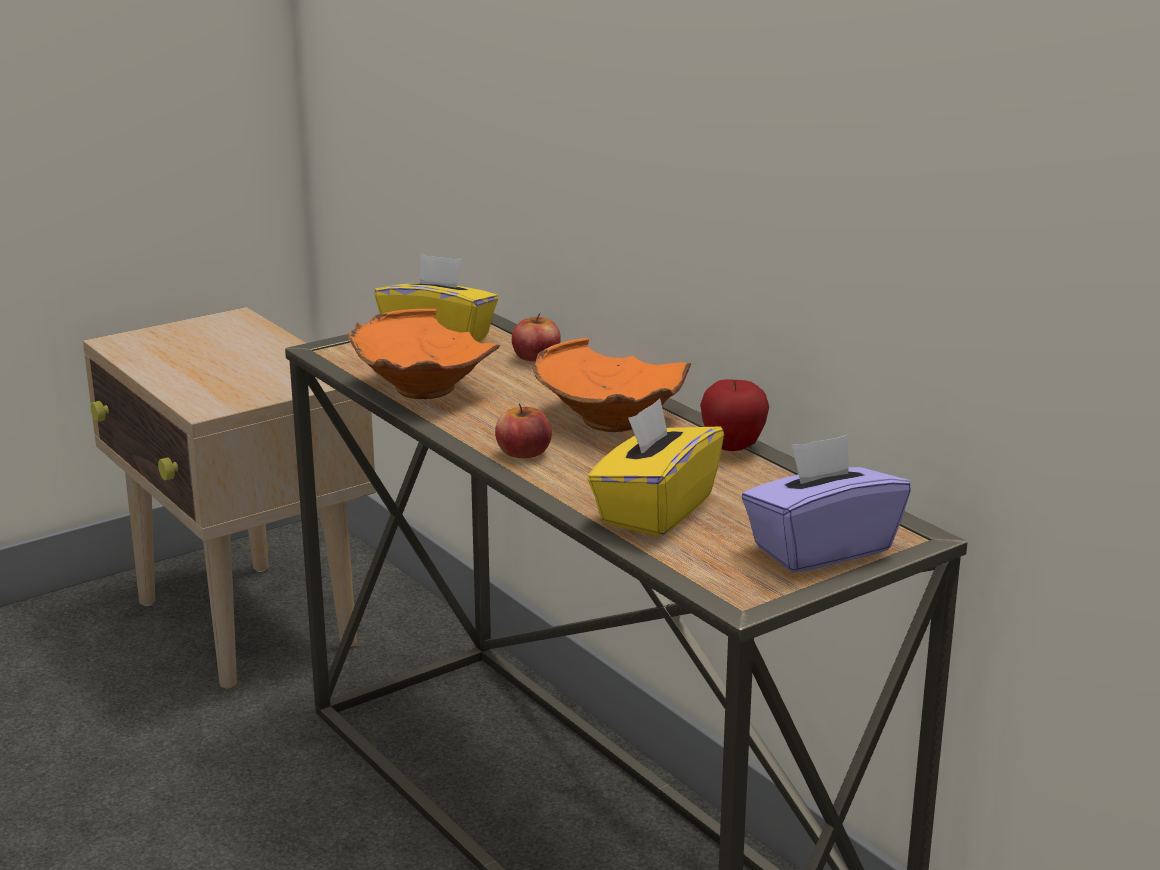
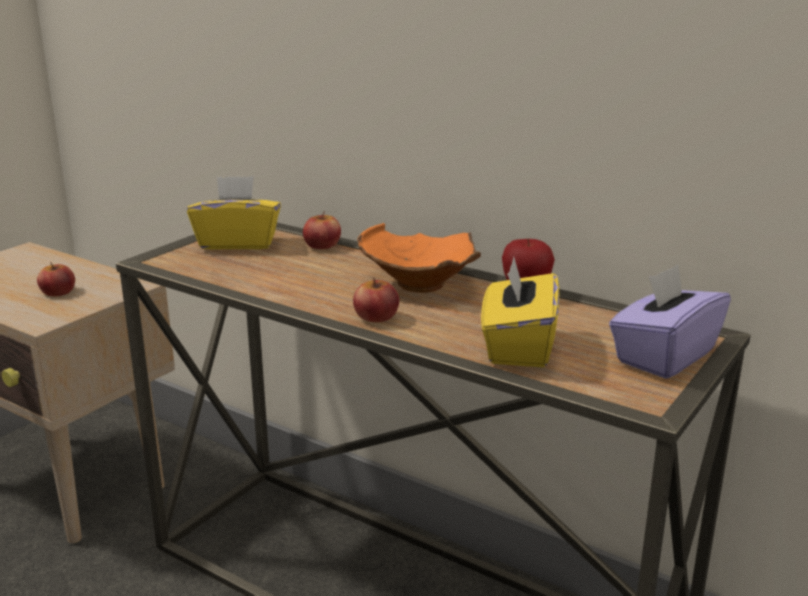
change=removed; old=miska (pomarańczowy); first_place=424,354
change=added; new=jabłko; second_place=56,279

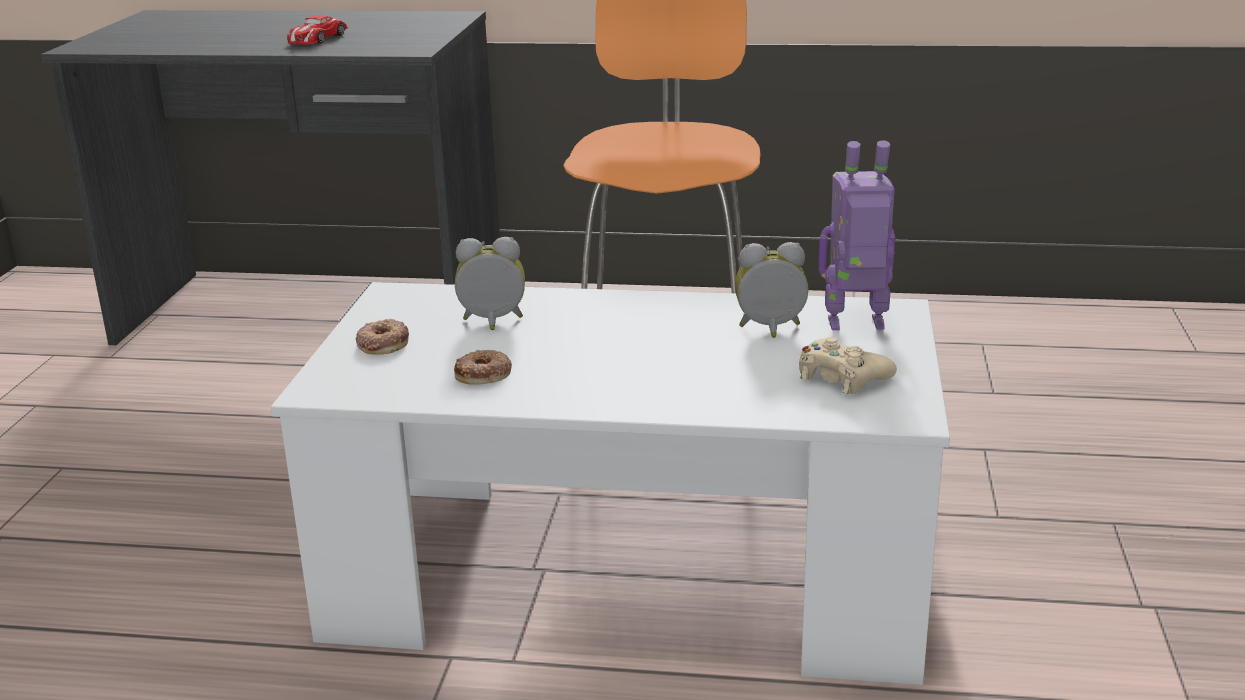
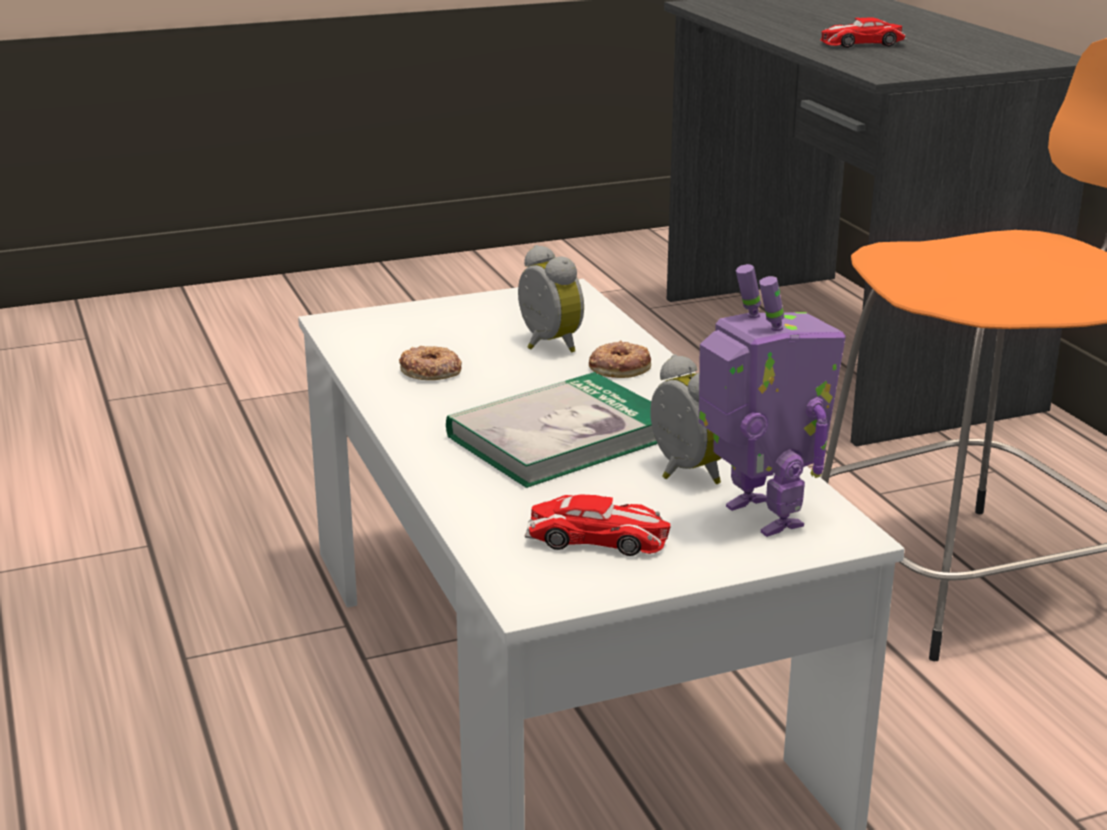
change=moved; old=donut; first_place=382,337; second_place=620,359
change=replaced; old=pad do gier (beżowy); new=samochodzik; first_place=848,365; second_place=598,525
change=added; new=książka; second_place=552,430

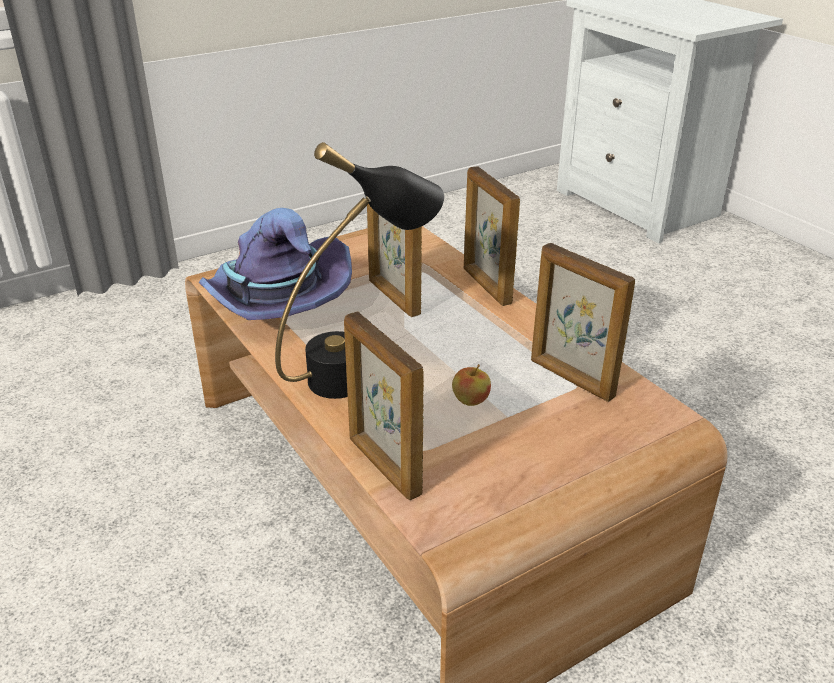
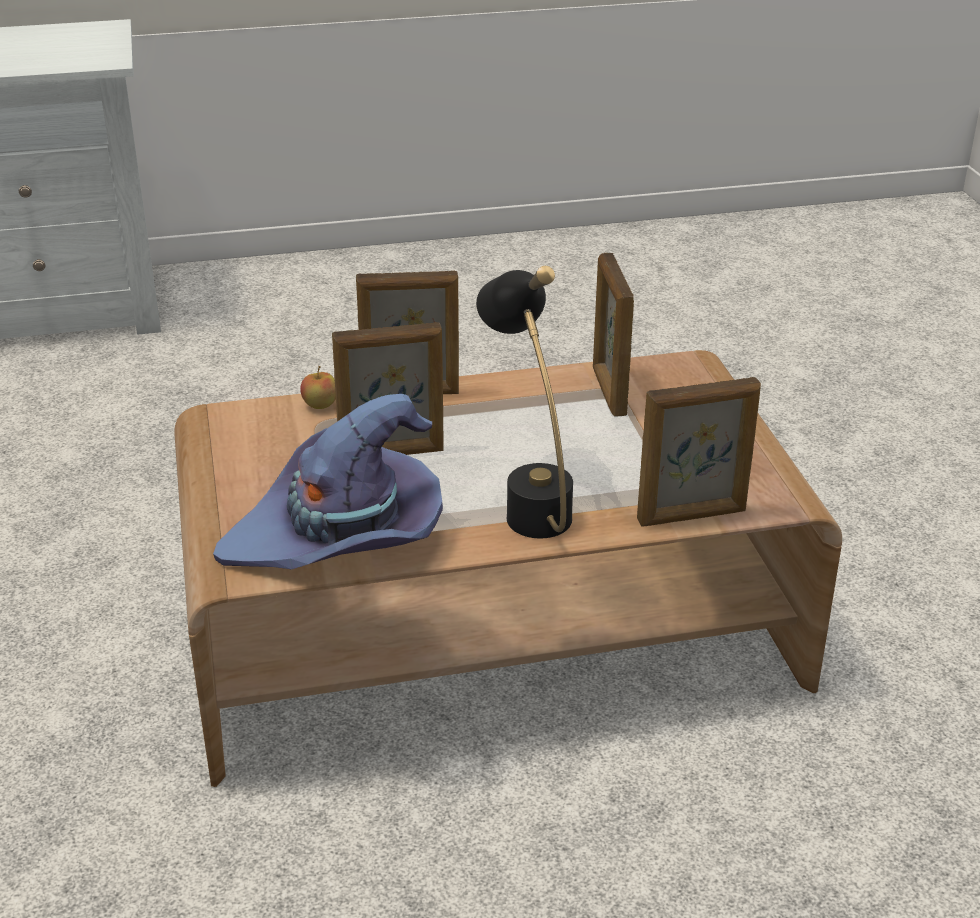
change=moved; old=jabłko; first_place=471,385; second_place=318,387
change=turned; old=ramka na zdjęcie; first_place=583,322; second_place=613,335; degrees=105

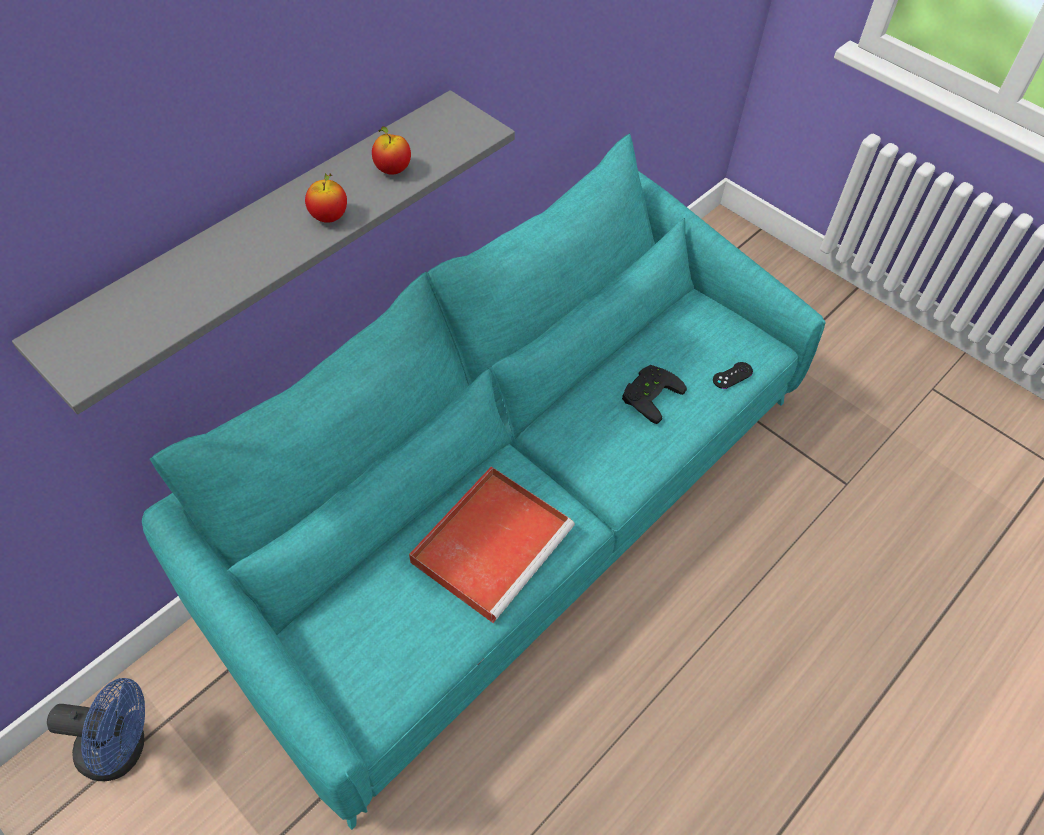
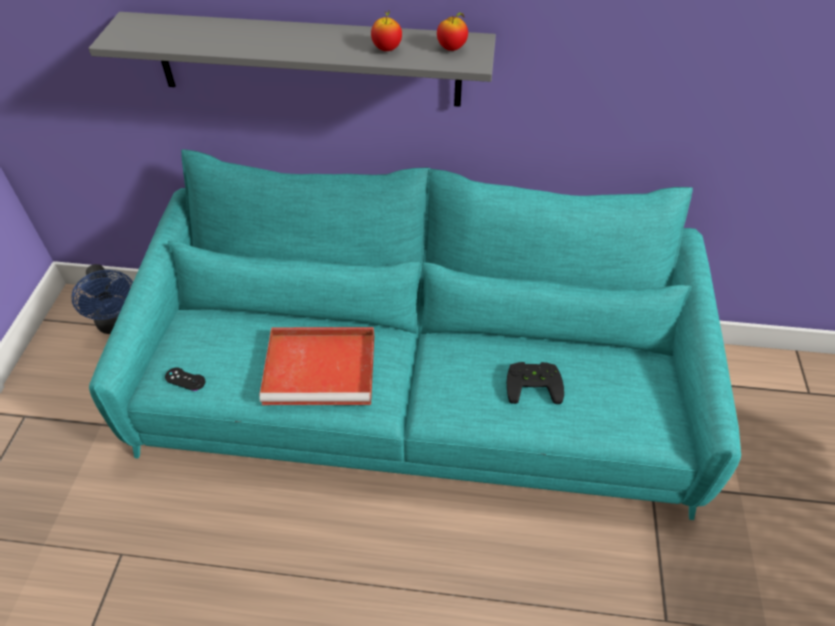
change=moved; old=jabłko; first_place=326,198; second_place=452,31
change=moved; old=pad do gier (czarny); first_place=733,375; second_place=185,379

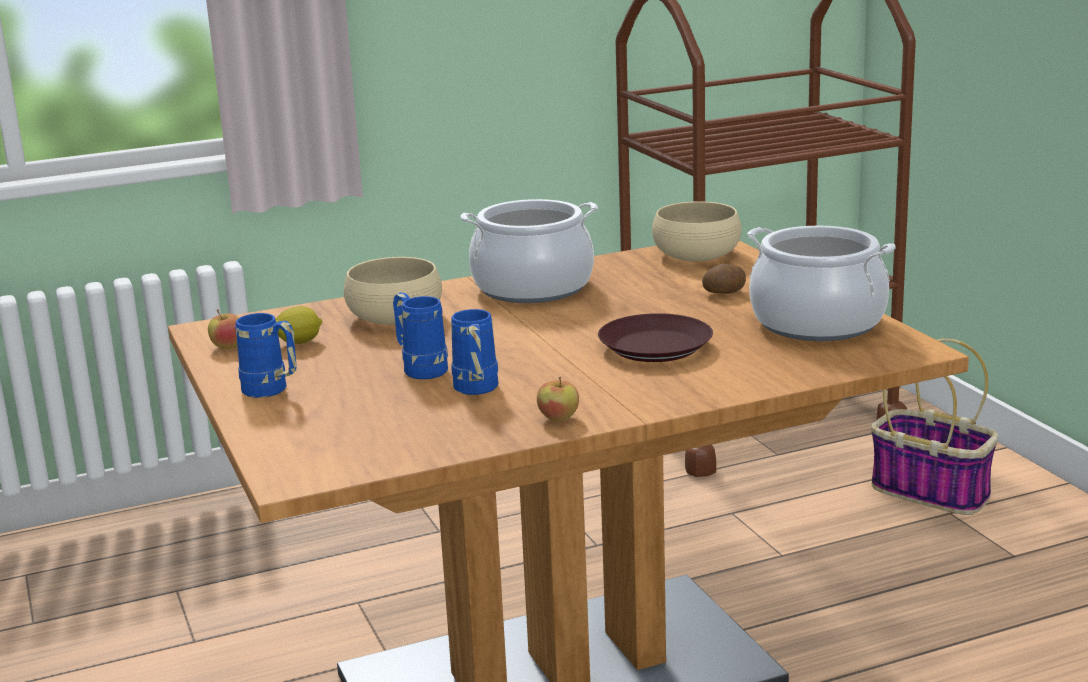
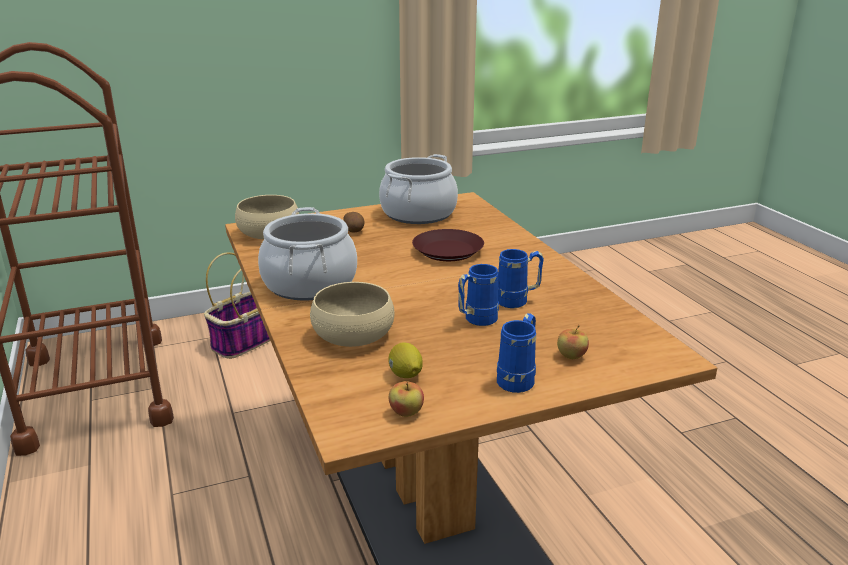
change=moved; old=jabłko; first_place=558,399; second_place=573,342

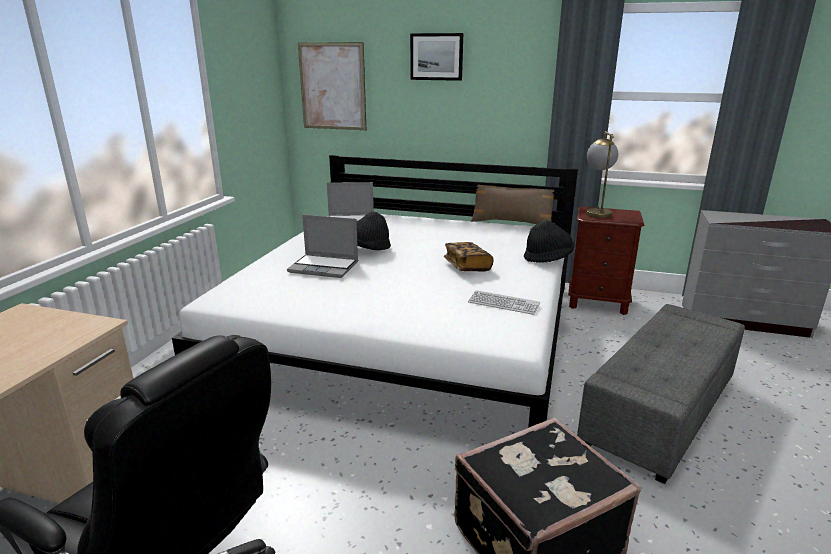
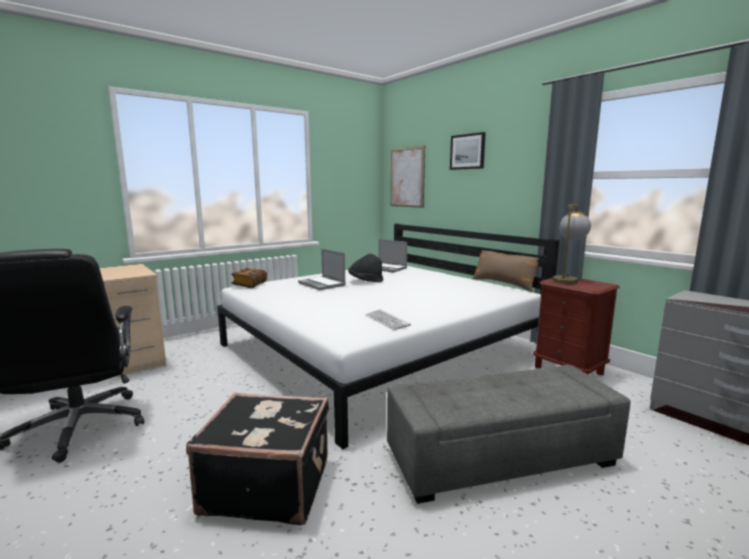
change=moved; old=książka; first_place=469,257; second_place=249,278
change=removed; old=kapelusz (czarny); first_place=549,241

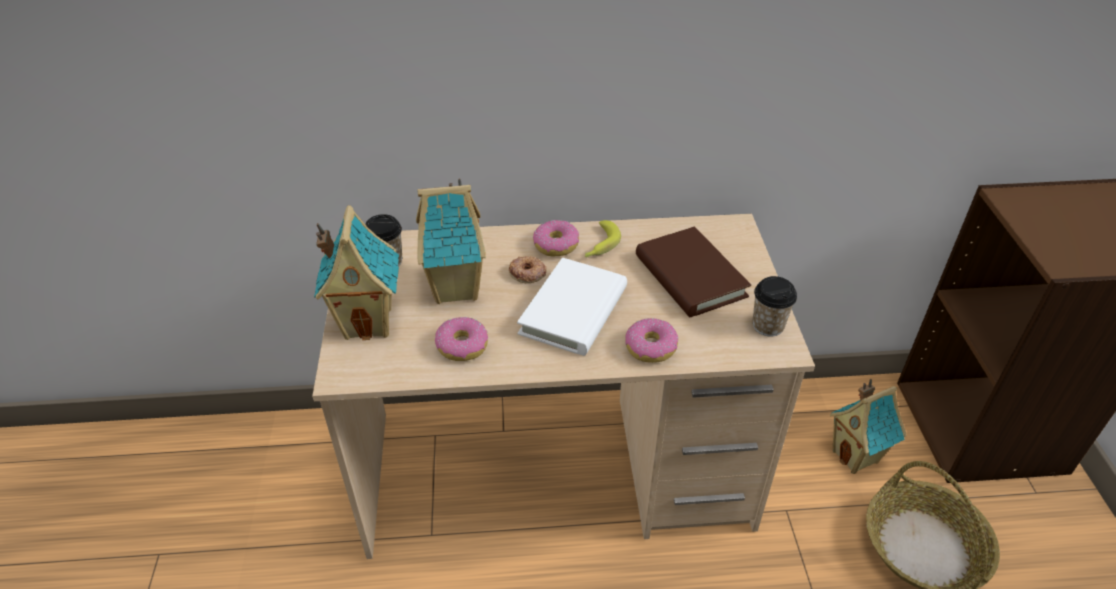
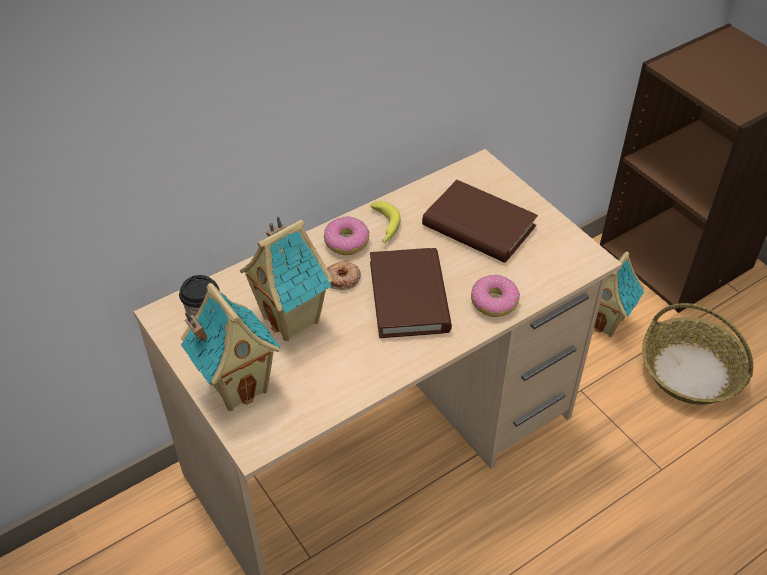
change=removed; old=donut; first_place=461,339
change=recoloured; old=książka (biały); new=książka (brązowy); first_place=572,307; second_place=411,293
change=removed; old=filiżanka; first_place=774,306

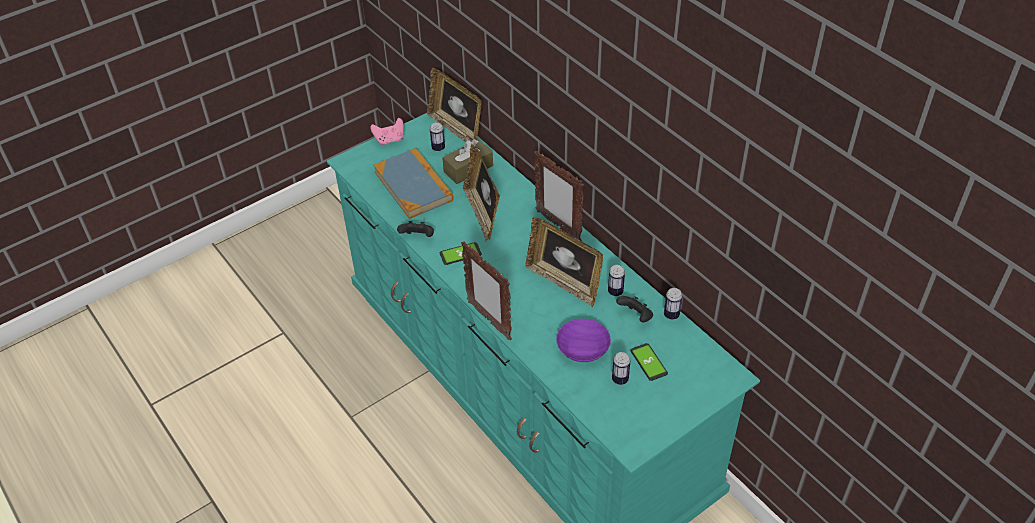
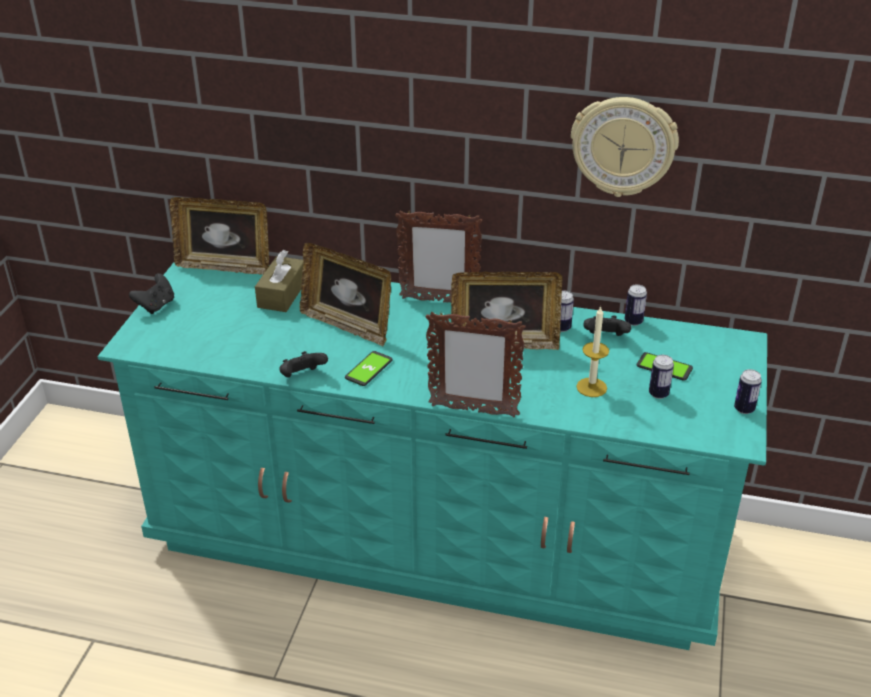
change=recoloured; old=pad do gier (różowy); new=pad do gier (czarny); first_place=387,131; second_place=151,293
change=removed; old=książka; first_place=413,183
change=moved; old=puszka; first_place=437,137; second_place=748,391
change=replaced; old=miska (fioletowy); new=świeca; first_place=583,340; second_place=592,351
change=added; new=zegar ścienny; second_place=625,147

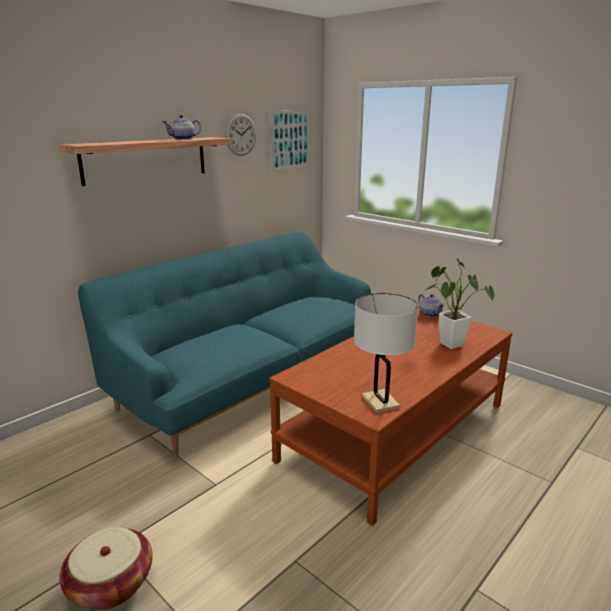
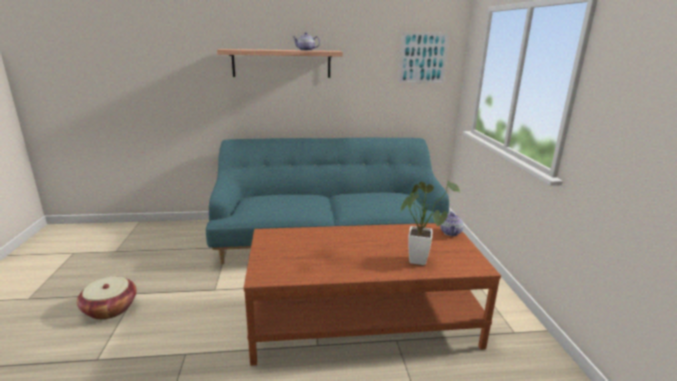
change=removed; old=zegar ścienny; first_place=240,134
change=removed; old=lampa stołowa (biały); first_place=386,353

